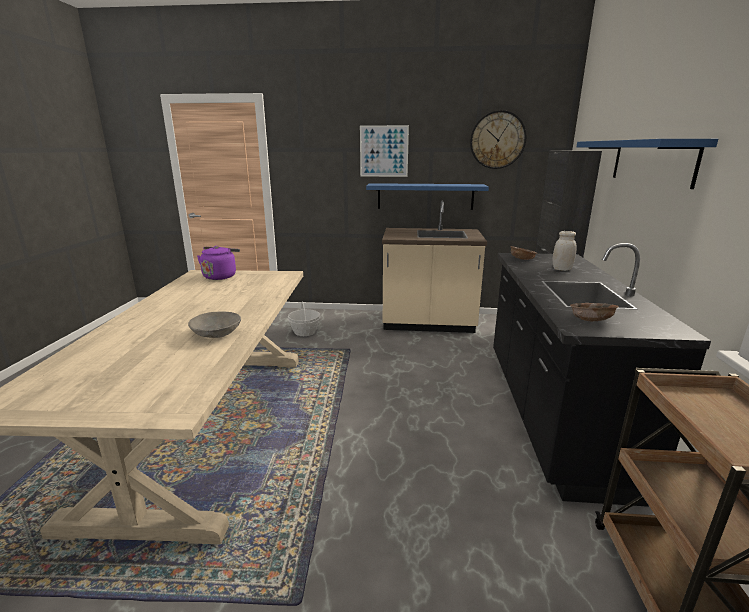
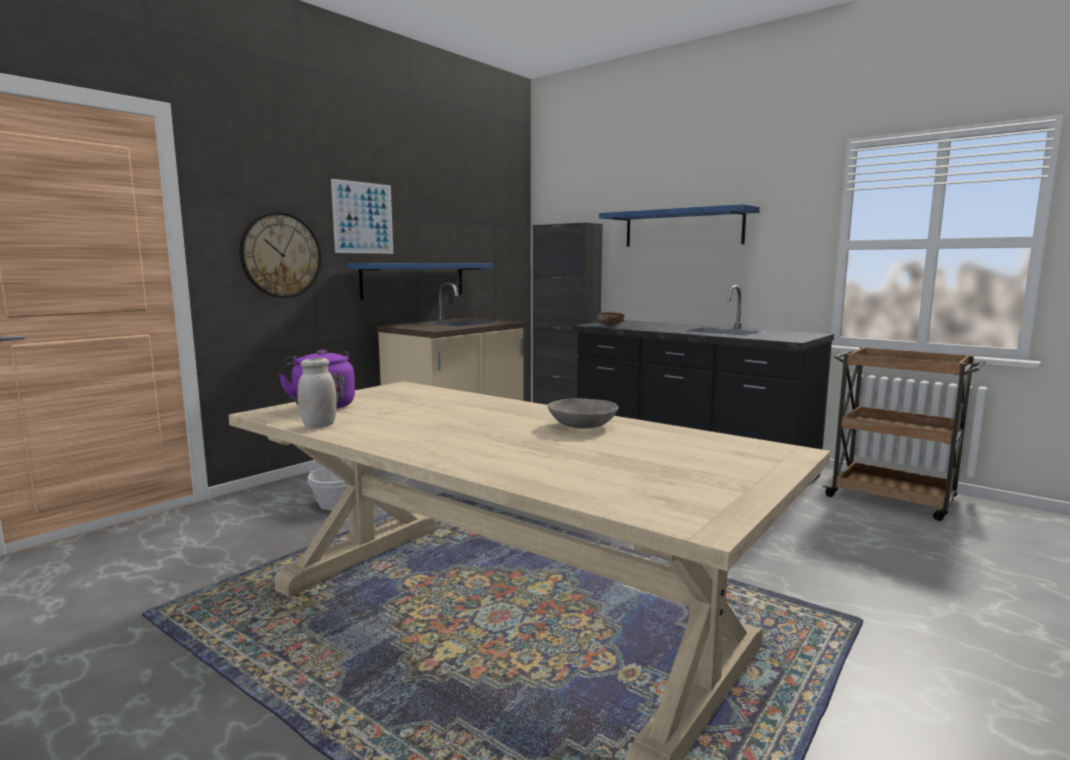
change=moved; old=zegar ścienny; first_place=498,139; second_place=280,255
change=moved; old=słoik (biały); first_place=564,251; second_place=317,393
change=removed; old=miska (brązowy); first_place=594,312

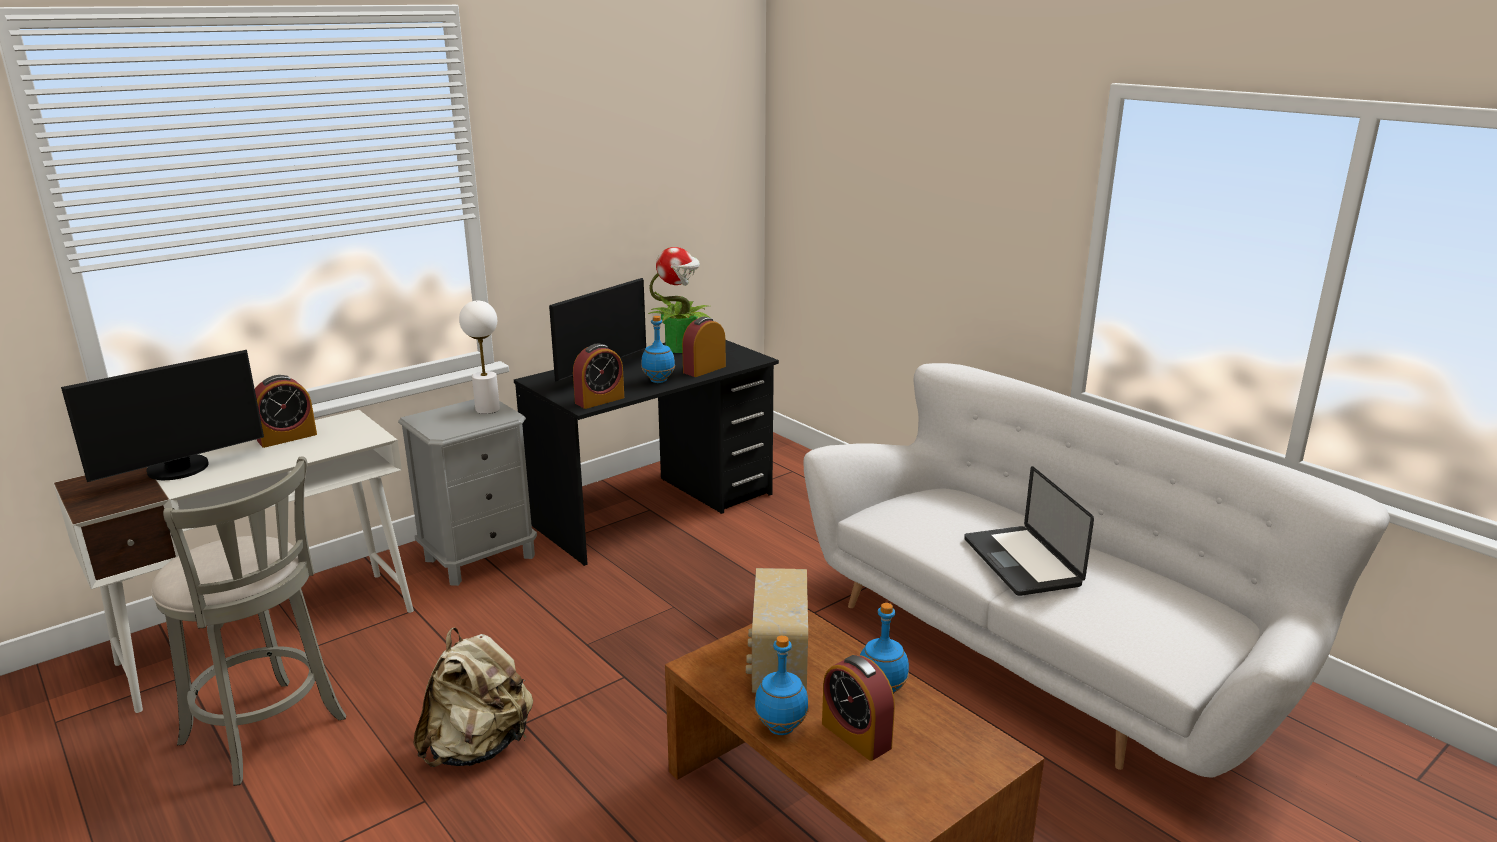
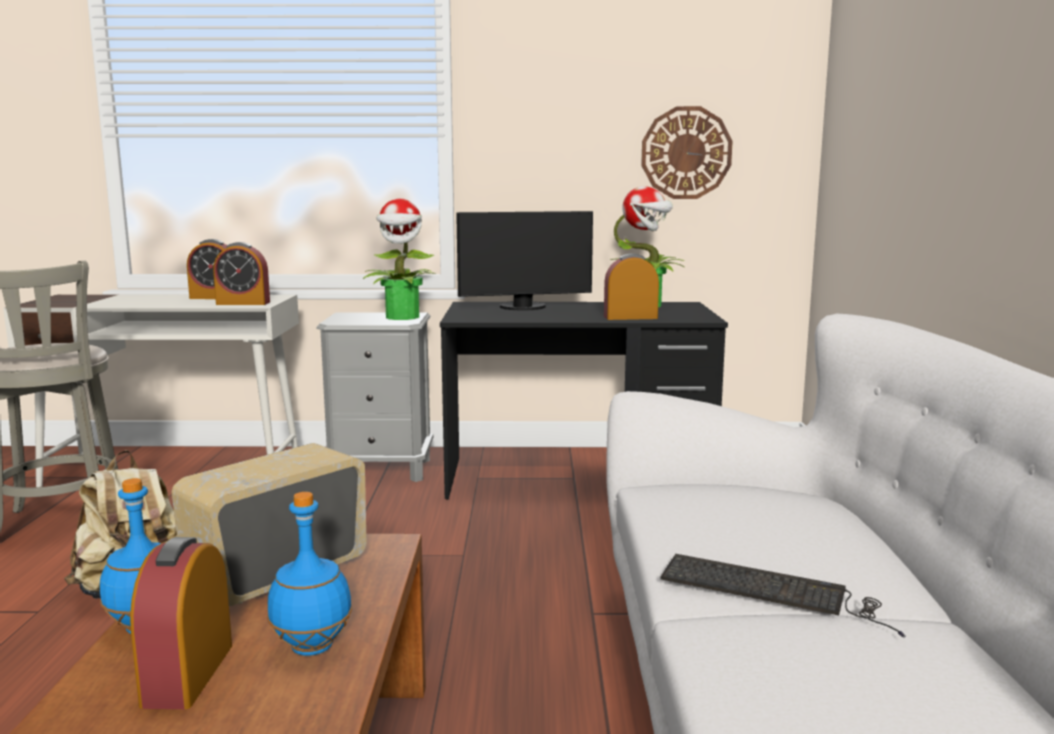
change=removed; old=monitor; first_place=162,416
change=replaced; old=lampa stołowa (biały); new=roślina doniczkowa; first_place=479,357; second_place=399,259
change=moved; old=budzik; first_place=598,376; second_place=241,273
change=removed; old=butelka (niebieski); first_place=658,349
change=replaced; old=laptop; new=klawiatura; first_place=1029,531; second_place=783,596
change=added; new=zegar ścienny; second_place=687,152

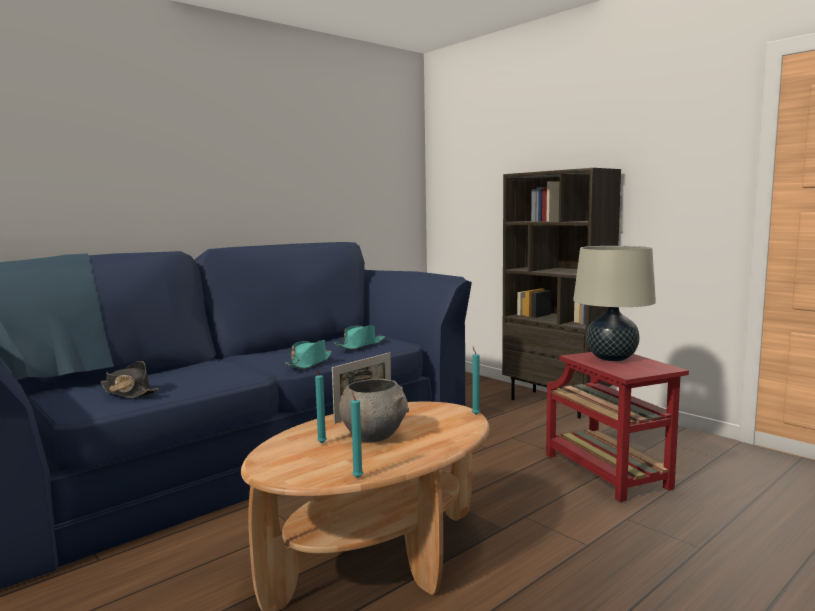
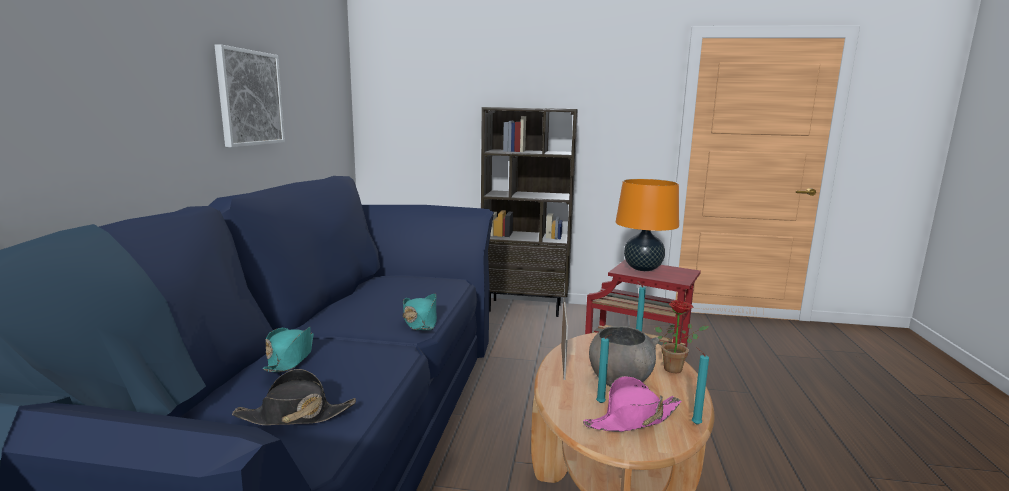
change=moved; old=kapelusz (turkusowy); first_place=359,337; second_place=288,349
change=recoloured; old=lampa stołowa (beżowy); new=lampa stołowa (pomarańczowy); first_place=614,303; second_place=647,225
change=added; new=obraz; second_place=250,95
change=added; new=kapelusz (różowy); second_place=632,404
change=added; new=roślina doniczkowa; second_place=682,336

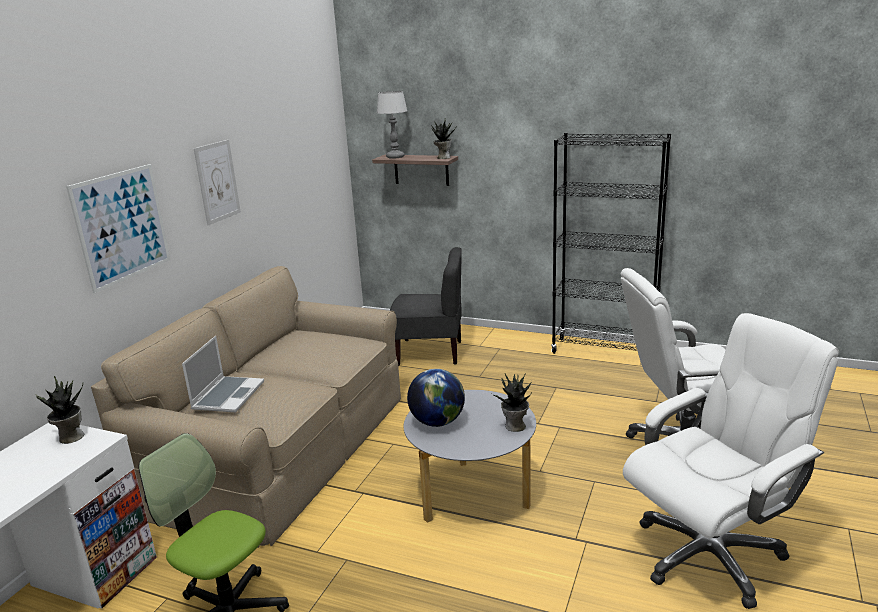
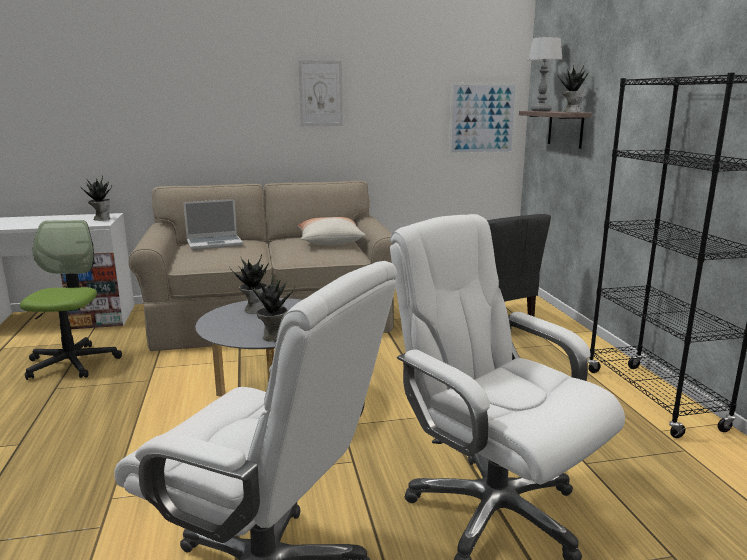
change=moved; old=obraz; first_place=118,228; second_place=483,119
change=replaced; old=globus; new=roślina doniczkowa; first_place=436,398; second_place=249,284
change=added; new=poduszka; second_place=331,231

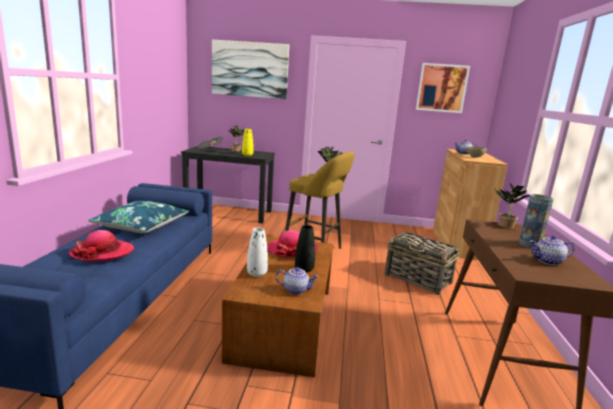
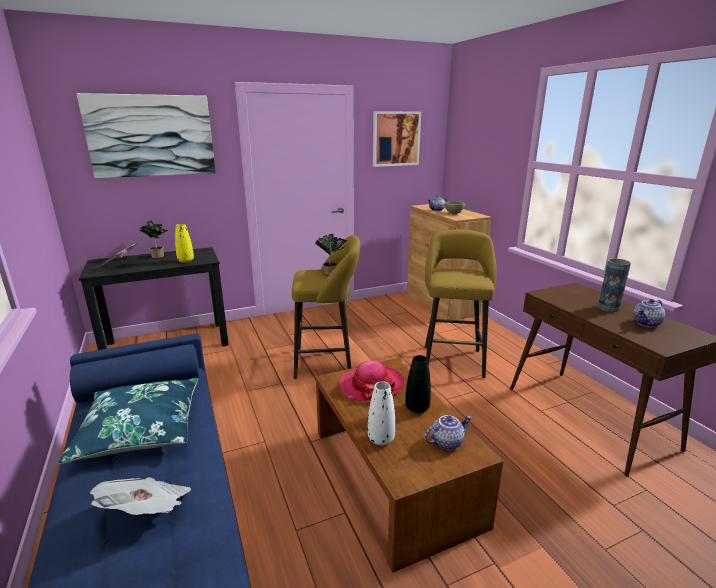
change=replaced; old=kapelusz; new=gazeta; first_place=102,246; second_place=140,496
change=replaced; old=koszyk; new=stołek (żółty); first_place=422,263; second_place=461,303
change=removed; old=roślina doniczkowa; first_place=512,206

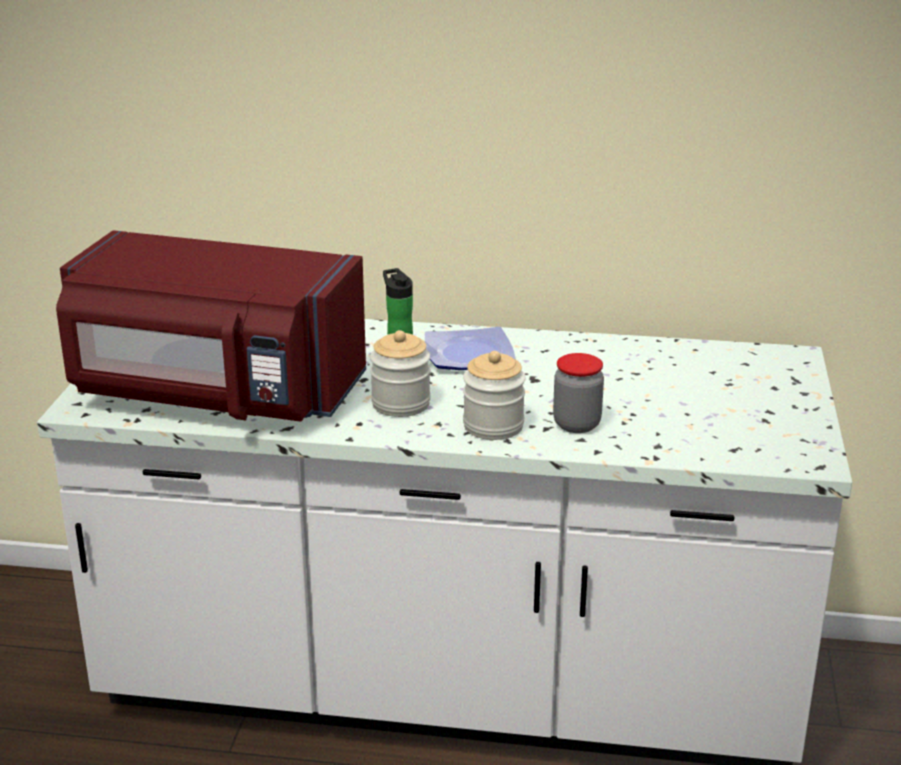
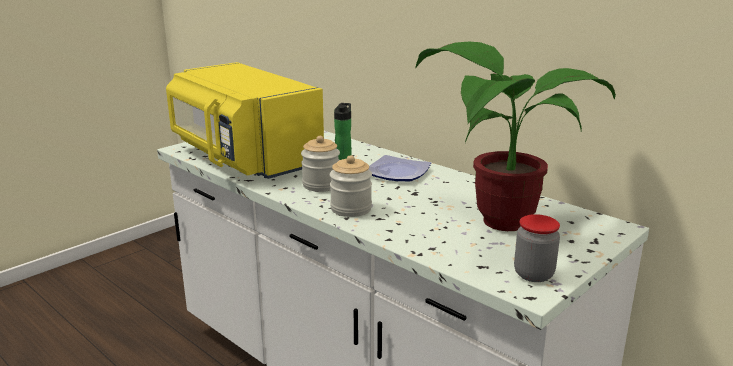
change=recoloured; old=mikrofalówka (czerwony); new=mikrofalówka (żółty); first_place=211,326; second_place=245,120
change=moved; old=słoik; first_place=578,393; second_place=537,248
change=added; new=roślina doniczkowa; second_place=515,136

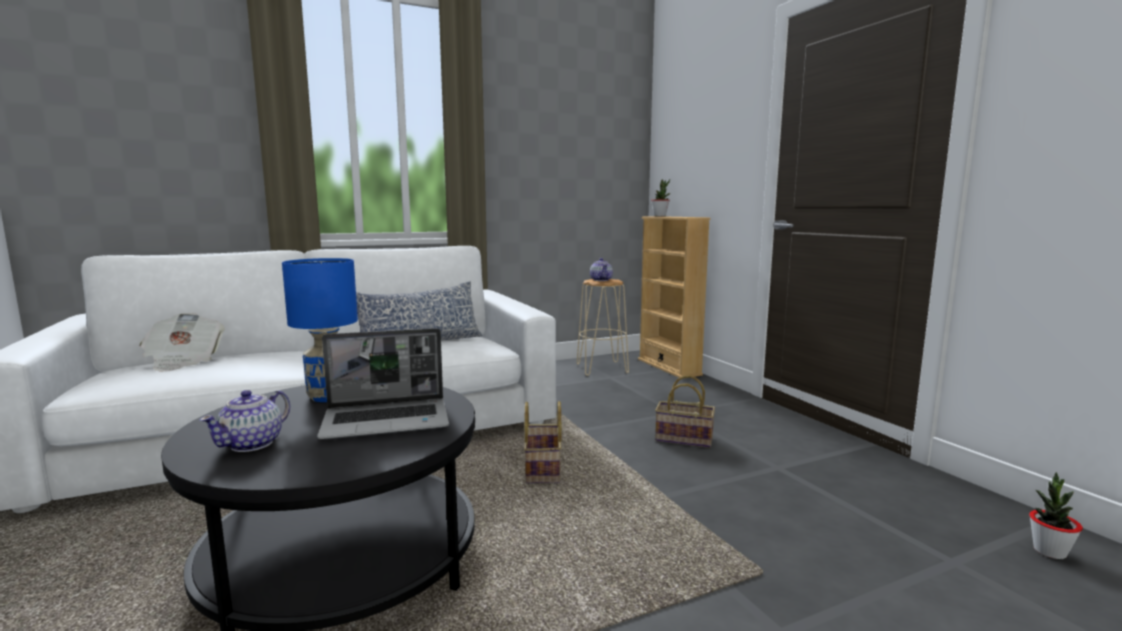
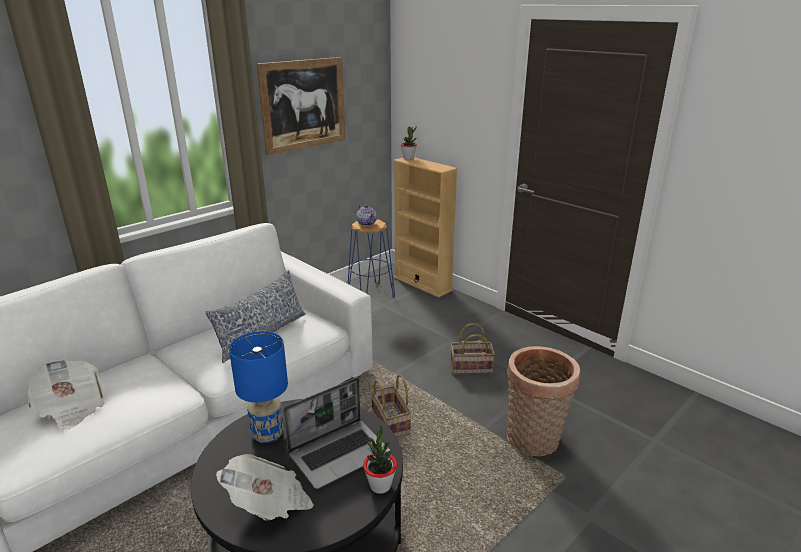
change=replaced; old=imbryk; new=gazeta; first_place=245,421; second_place=265,487
change=recoloured; old=stołek (beżowy); new=stołek (niebieski); first_place=603,327; second_place=371,259
change=moved; old=roślina doniczkowa; first_place=1056,515; second_place=380,459
change=added; new=obraz; second_place=301,106
change=added; new=koszyk; second_place=543,401

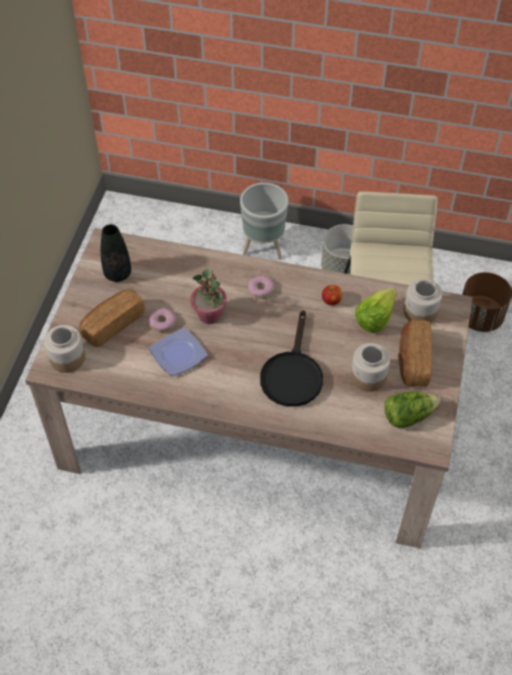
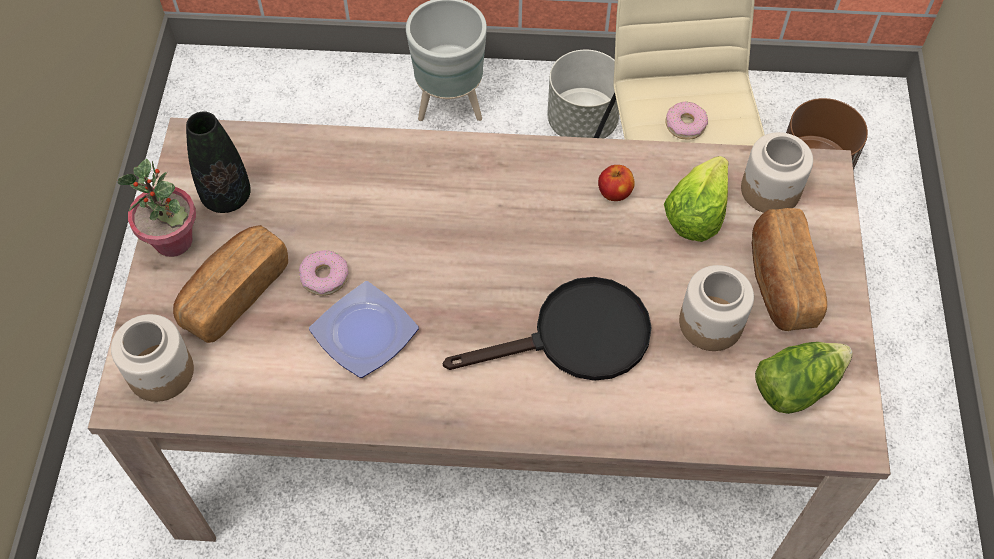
change=moved; old=roślina doniczkowa; first_place=209,296; second_place=157,208
change=moved; old=donut; first_place=261,287; second_place=686,121
change=turned; old=patelnia (czarny); first_place=291,358; second_place=547,329; degrees=-105

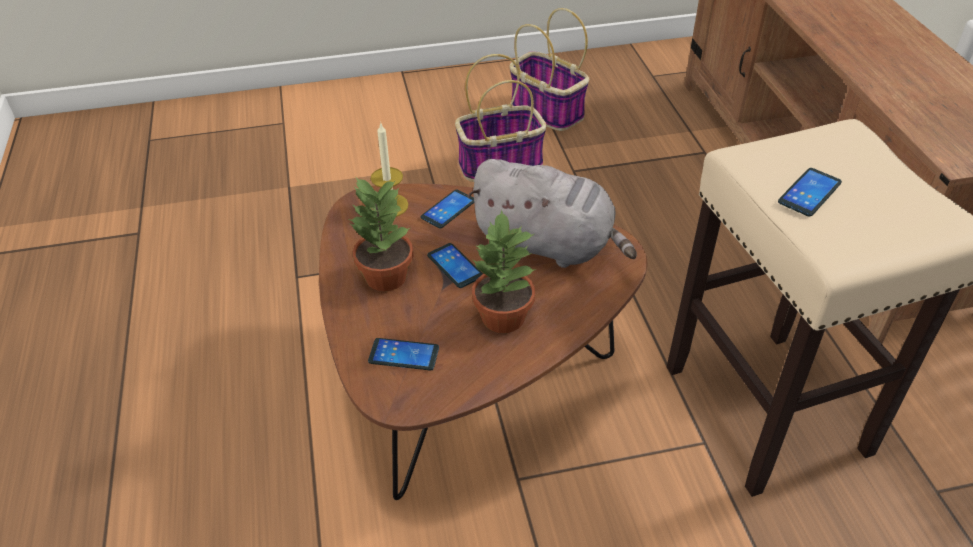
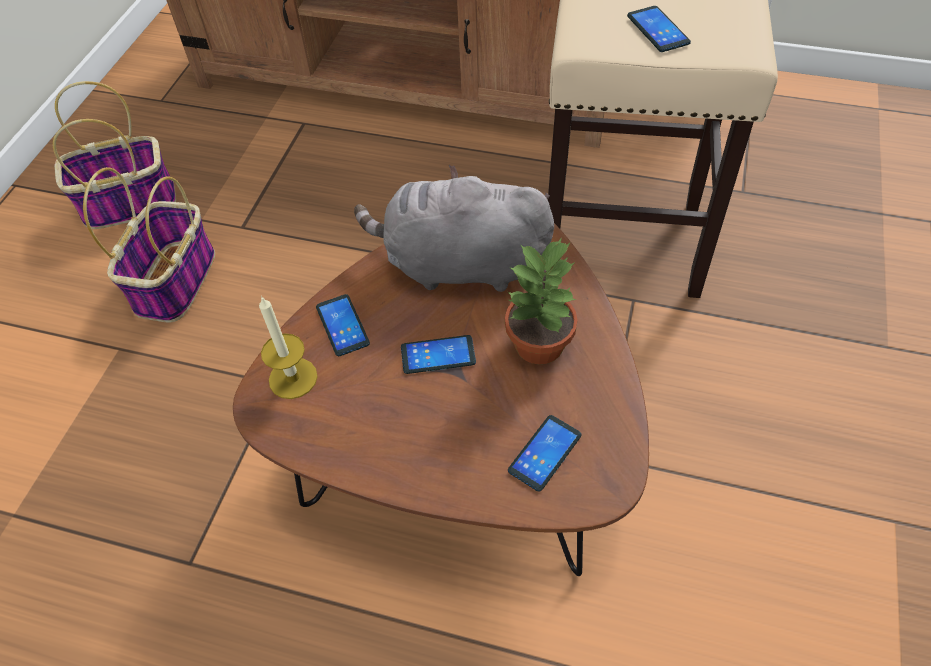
change=removed; old=roślina doniczkowa; first_place=381,234
change=turned; old=pluszak (szary); first_place=552,213; second_place=454,228; degrees=-135

